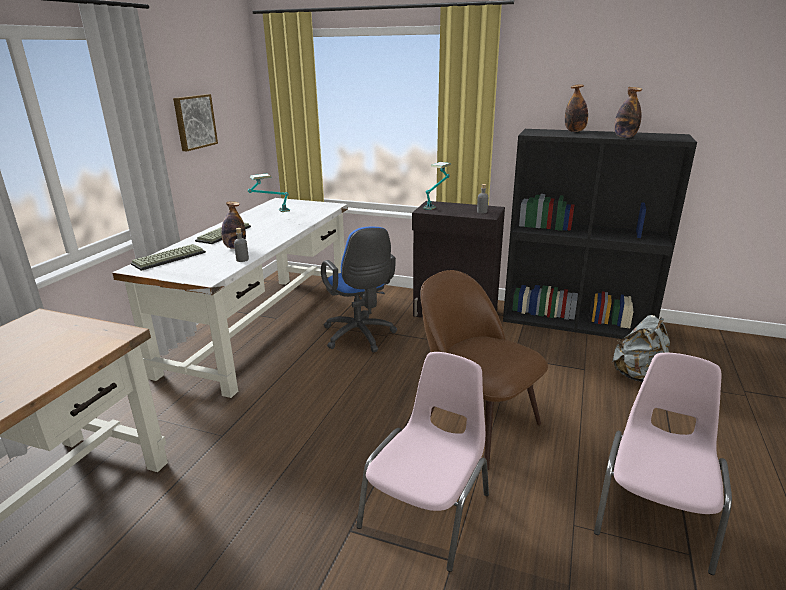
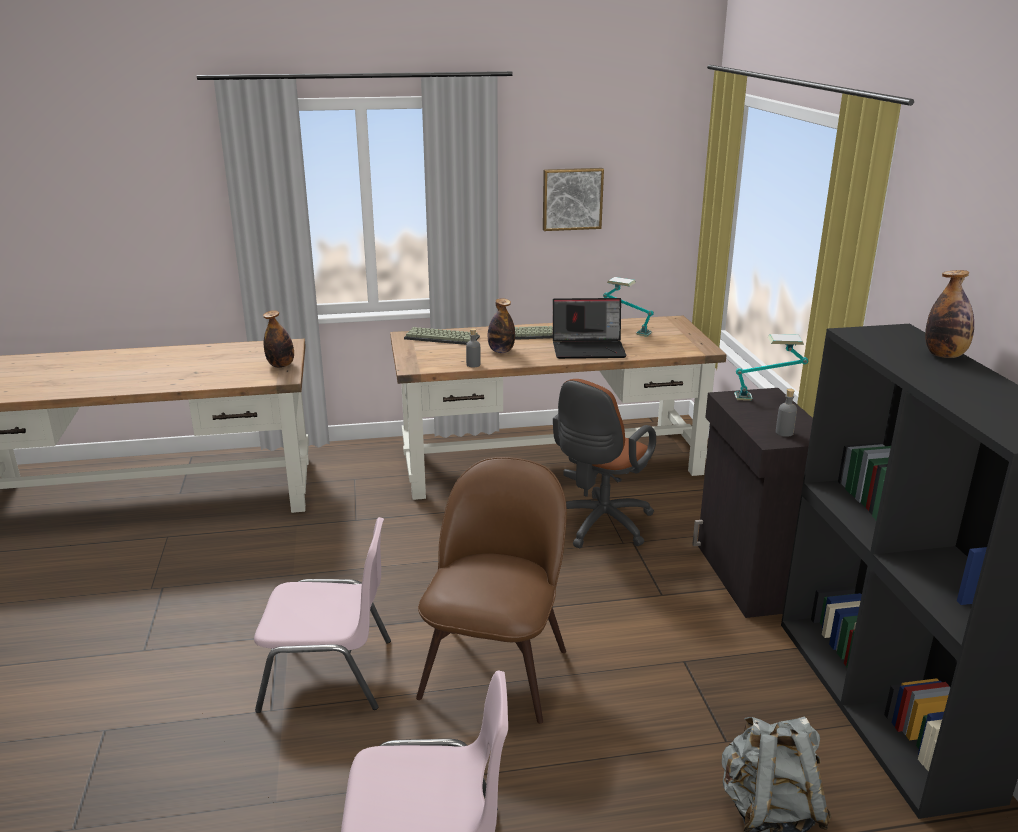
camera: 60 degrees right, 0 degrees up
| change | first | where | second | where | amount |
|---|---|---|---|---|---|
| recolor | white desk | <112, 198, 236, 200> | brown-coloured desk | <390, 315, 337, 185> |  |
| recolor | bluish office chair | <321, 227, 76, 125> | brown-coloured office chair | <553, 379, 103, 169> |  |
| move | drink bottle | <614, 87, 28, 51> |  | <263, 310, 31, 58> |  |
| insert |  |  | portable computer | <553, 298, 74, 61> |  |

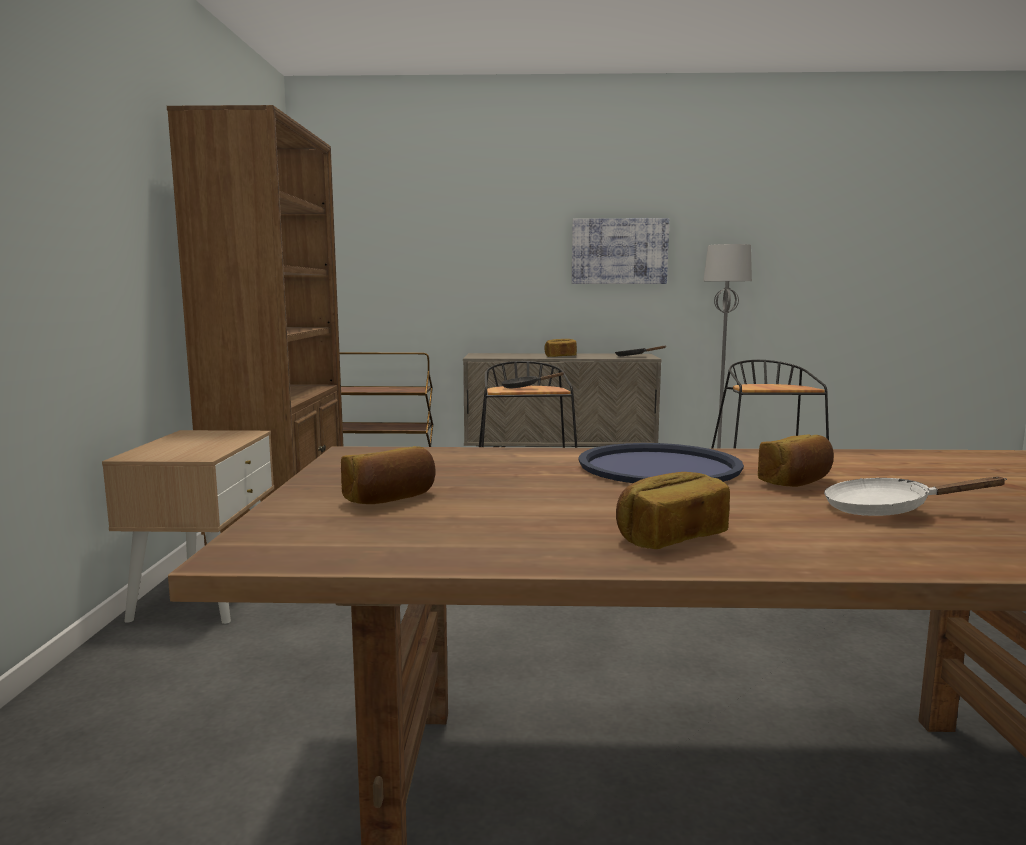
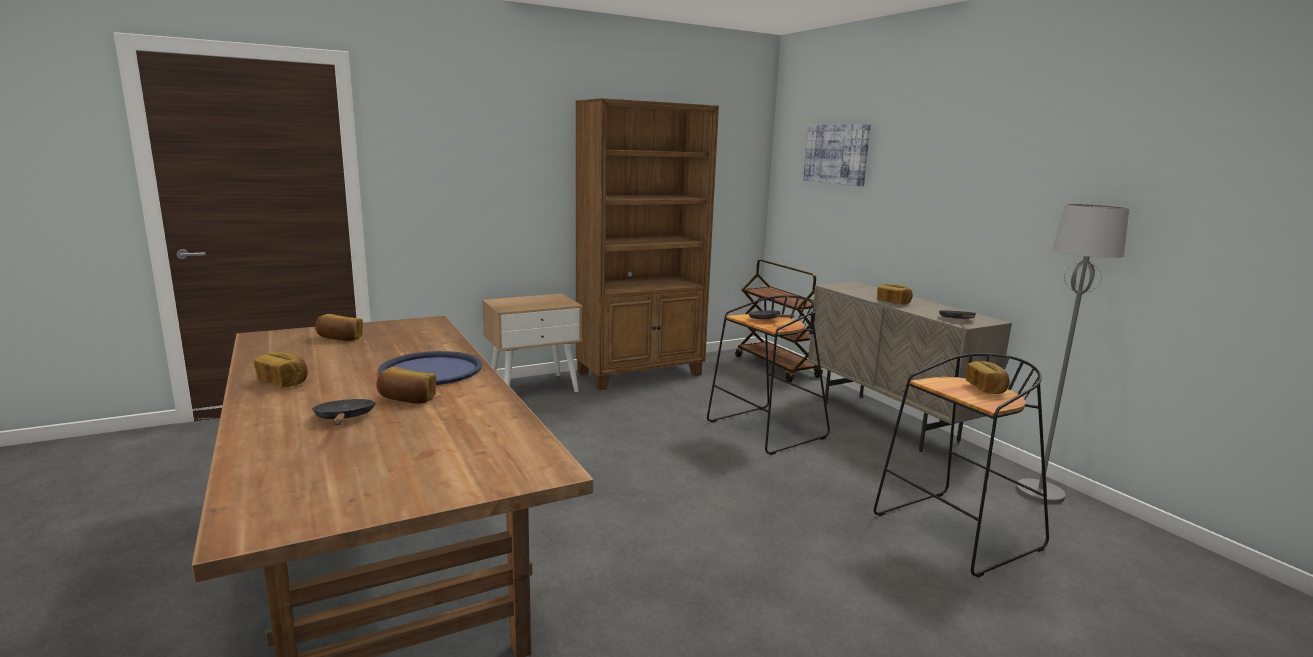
camera: 60 degrees right, 5 degrees up
| change | first | where | second | where | amount |
|---|---|---|---|---|---|
| move | picture | <572, 218, 97, 66> |  | <803, 124, 68, 62> |  |
| recolor | white pan | <824, 477, 183, 39> | black-coloured pan | <312, 399, 64, 26> |  |
| insert |  |  | bread | <966, 361, 44, 33> |  |

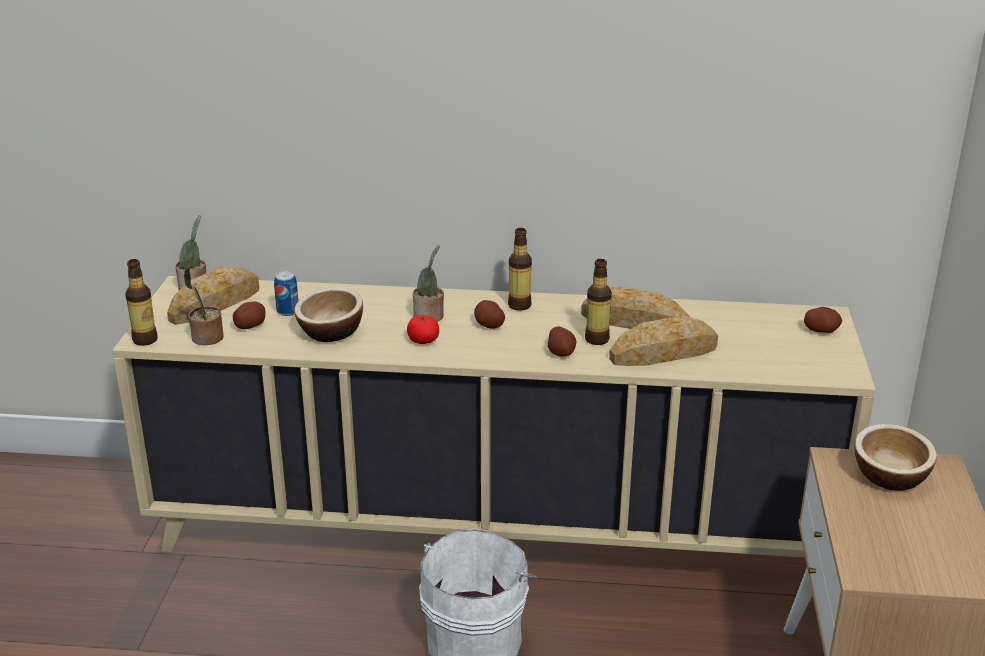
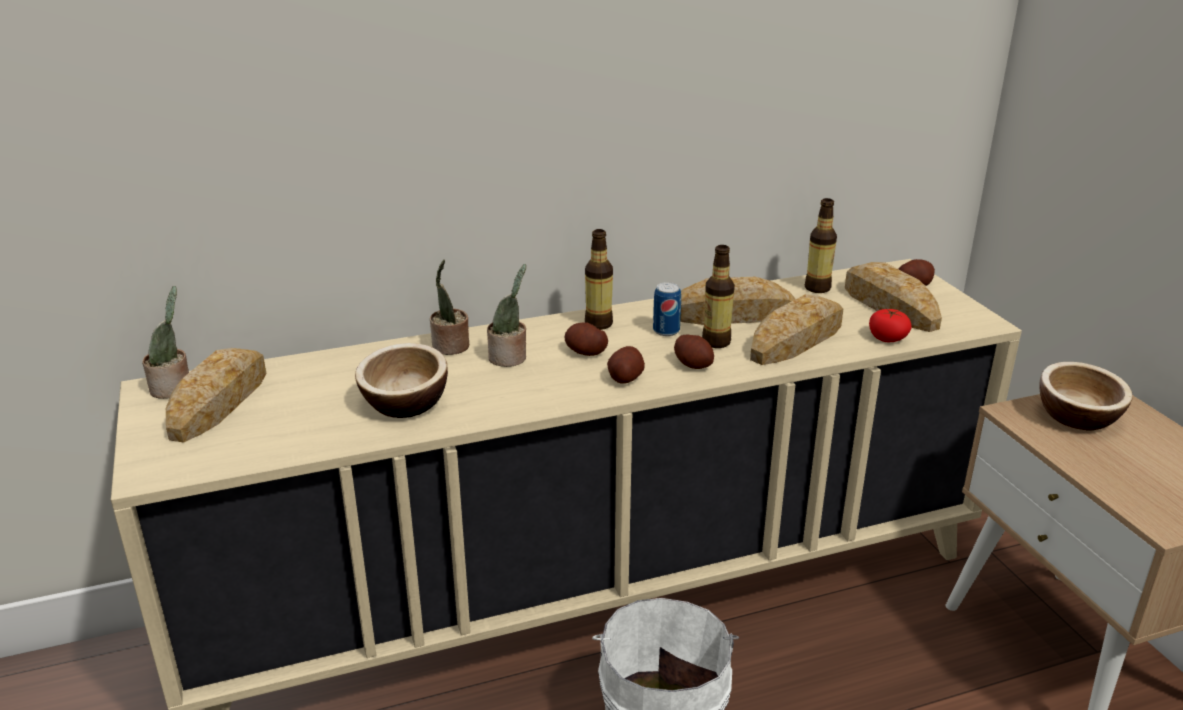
camera: 25 degrees left, 0 degrees up
| change | first | where | second | where | amount |
|---|---|---|---|---|---|
| move | drink bottle | <125, 259, 33, 87> |  | <805, 198, 32, 95> |  |
| move | houseplant | <183, 267, 41, 78> |  | <430, 259, 39, 96> |  |
| move | potato | <233, 302, 33, 27> |  | <607, 346, 38, 38> |  |
| move | sealed can | <274, 271, 25, 45> |  | <653, 282, 28, 54> |  |
| move | fresh tomato | <407, 315, 32, 29> |  | <869, 309, 43, 33> |  |
| insert |  |  | bread | <845, 262, 97, 70> |  |

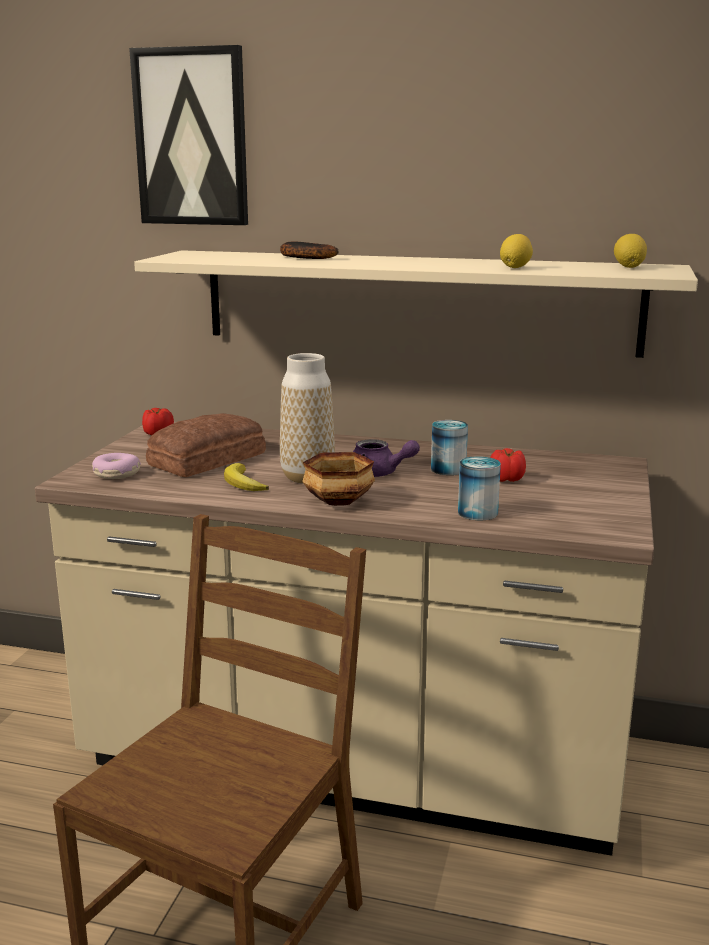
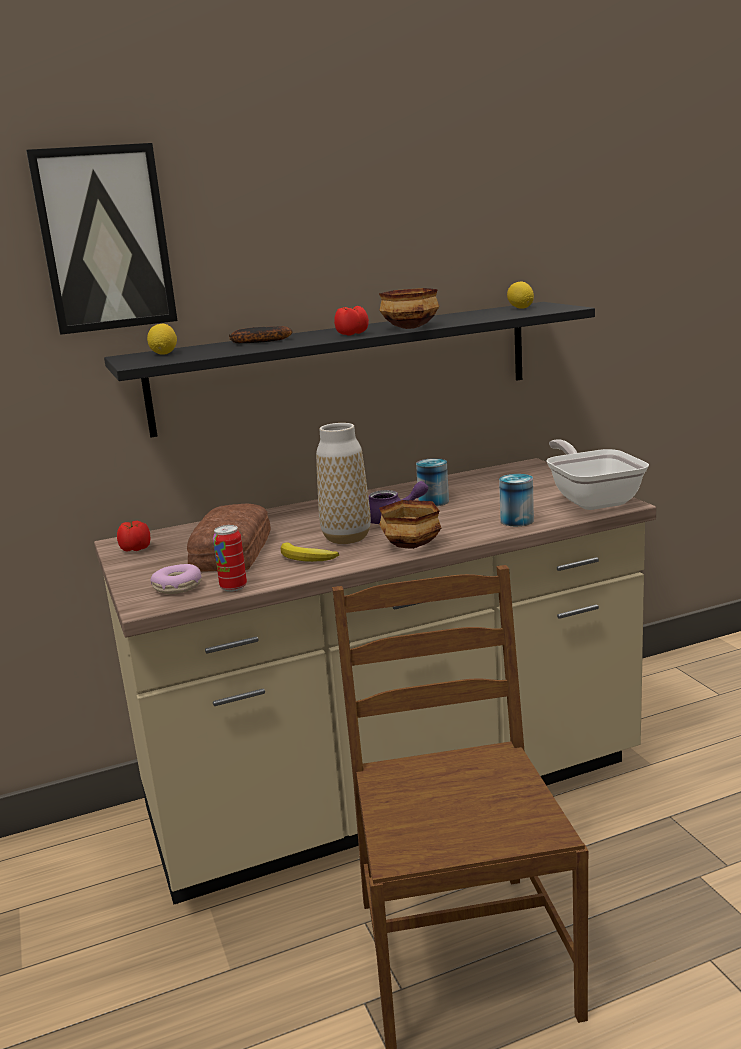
camera: 35 degrees left, 0 degrees up
| change | first | where | second | where | amount |
|---|---|---|---|---|---|
| recolor | sand-coloured wall shelf | <134, 250, 564, 108> | black-coloured wall shelf | <104, 302, 491, 135> |  |
| move | fresh tomato | <490, 448, 36, 34> |  | <334, 306, 35, 30> |  |
| move | lemon | <500, 234, 33, 34> |  | <147, 324, 30, 31> |  |
| insert |  |  | sealed can | <213, 525, 34, 67> |  |
| insert |  |  | bowl | <379, 288, 60, 41> |  |
| insert |  |  | pan | <547, 439, 102, 71> |  |

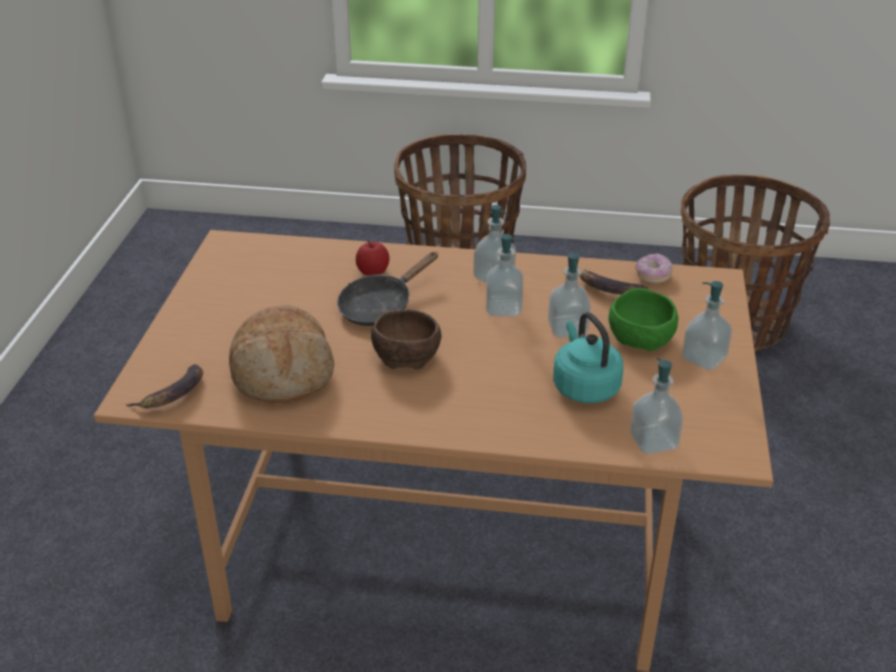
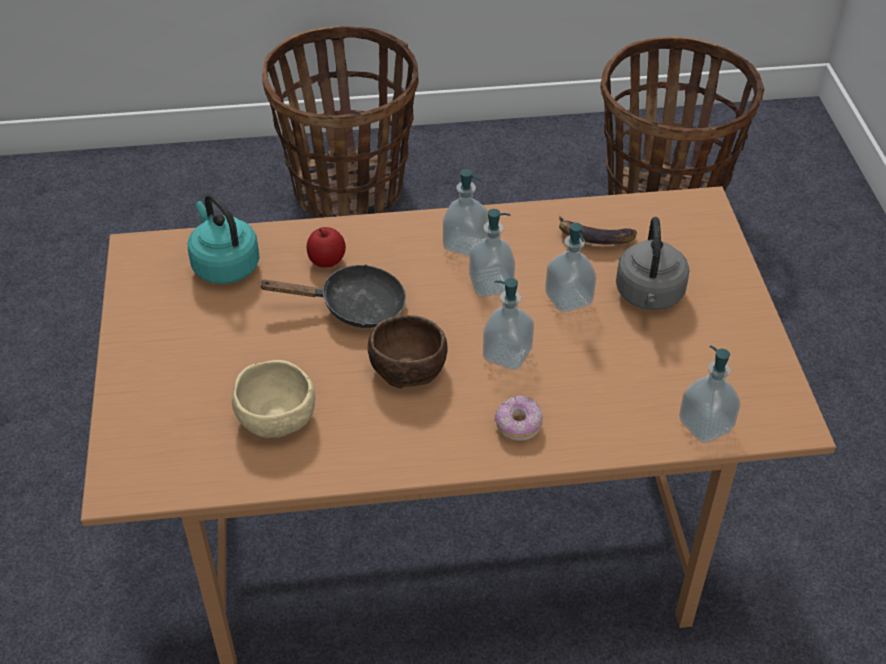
camera: 15 degrees left, 10 degrees up
| change | first | where | second | where | amount |
|---|---|---|---|---|---|
| delete | whole banana | <125, 364, 78, 44> |  |  |  |
| replace | bread | <229, 305, 105, 98> | sand-coloured bowl | <231, 360, 84, 78> |  |
| rotate | black-coloured pan | <337, 252, 101, 74> |  | <258, 264, 148, 64> | 120 degrees counterclockwise |
| move | turquoise tea kettle | <553, 312, 71, 91> |  | <188, 194, 72, 90> |  |
| replace | green-coloured bowl | <608, 288, 70, 63> | greyish tea kettle | <616, 217, 74, 93> |  |
| move | donut | <635, 254, 38, 30> |  | <495, 395, 48, 46> |  |
| move | liquid soap bottle | <682, 281, 50, 89> |  | <483, 278, 51, 92> |  |

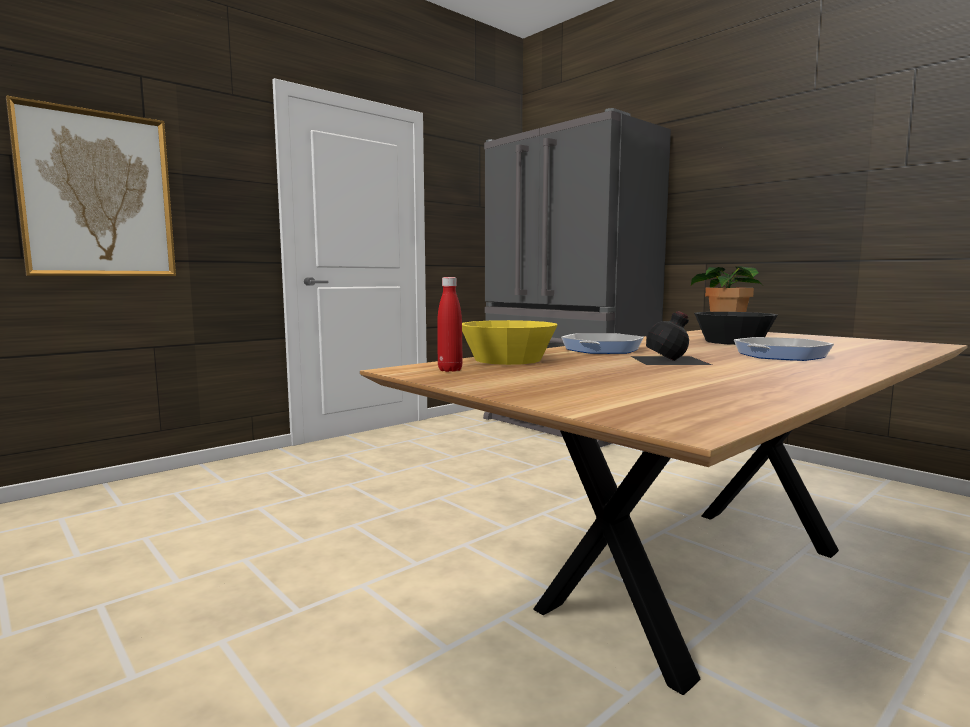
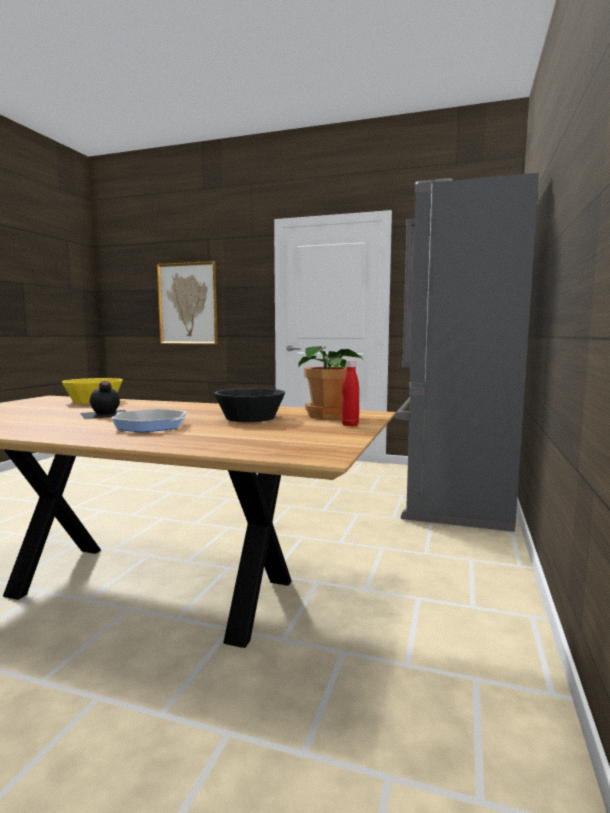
camera: 60 degrees right, 0 degrees up
| change | first | where | second | where | amount |
|---|---|---|---|---|---|
| move | reddish drink bottle | <437, 277, 26, 95> |  | <342, 360, 17, 66> |  |
| delete | pan | <561, 333, 83, 21> |  |  |  |

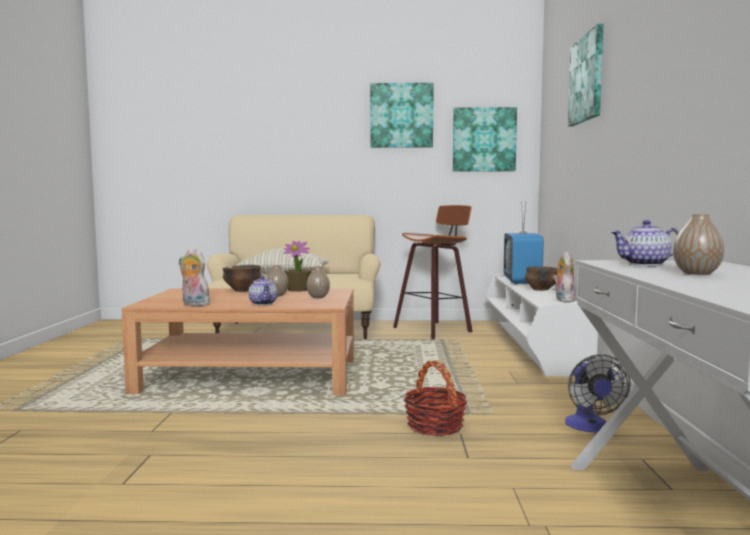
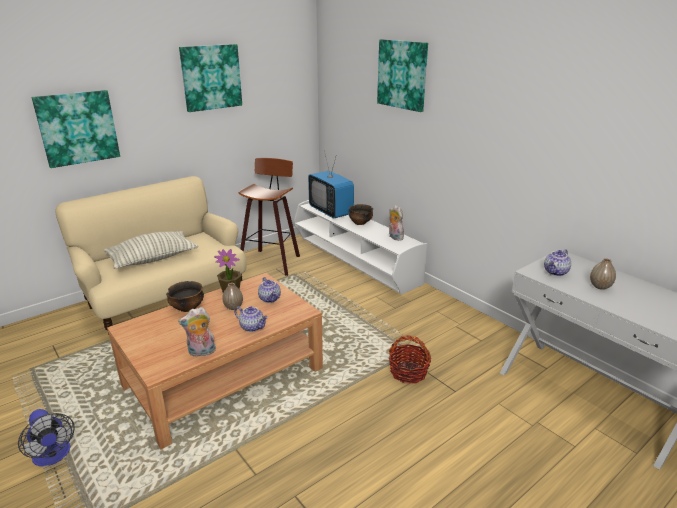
camera: 40 degrees left, 20 degrees up
| change | first | where | second | where | amount |
|---|---|---|---|---|---|
| replace | decorative vase | <307, 266, 23, 32> | pot for tea | <258, 277, 23, 26> |  |
| move | picture | <453, 107, 64, 65> |  | <32, 90, 88, 78> |  |
| move | electric fan | <565, 355, 65, 77> |  | <18, 409, 57, 57> |  |

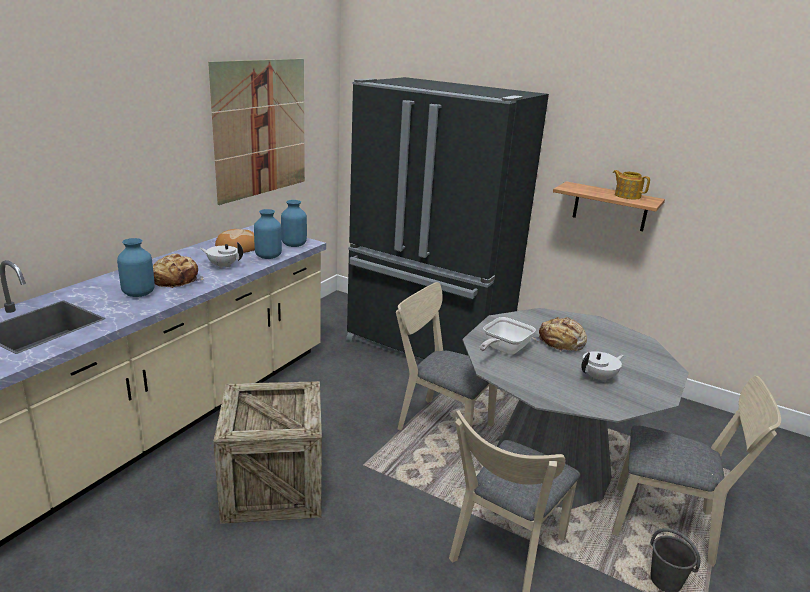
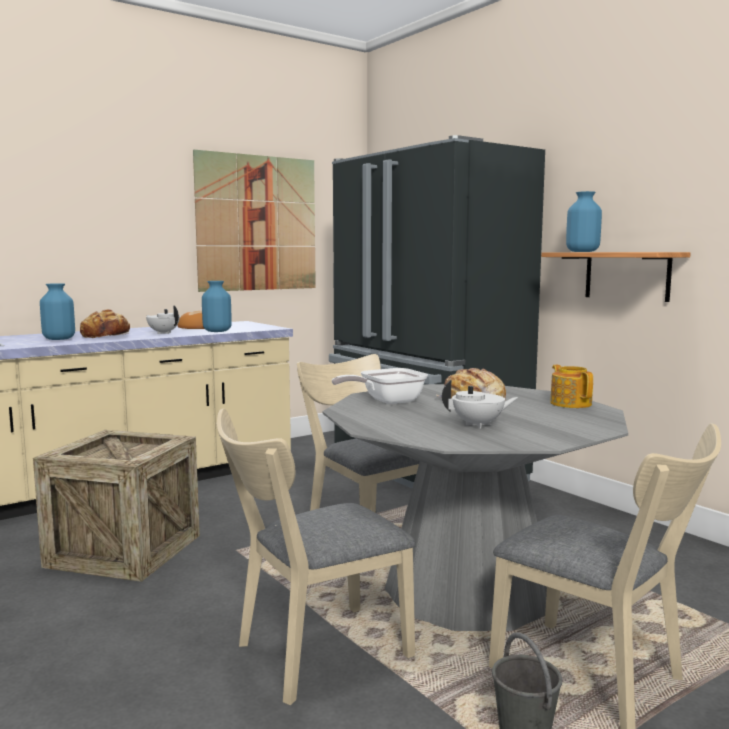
camera: 25 degrees right, 15 degrees down
| change | first | where | second | where | amount |
|---|---|---|---|---|---|
| move | bluish decorative vase | <281, 200, 26, 47> |  | <566, 191, 36, 61> |  |
| move | pot for tea | <613, 170, 37, 29> |  | <550, 365, 43, 43> |  |

